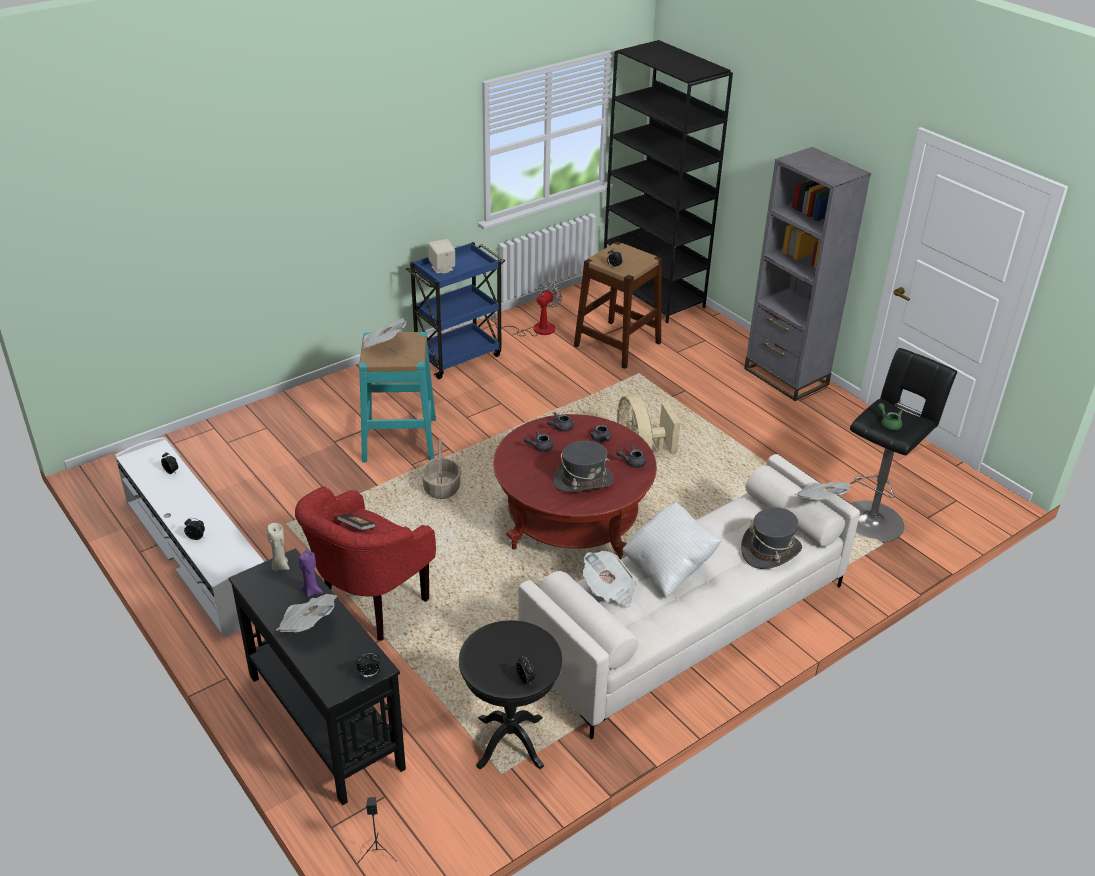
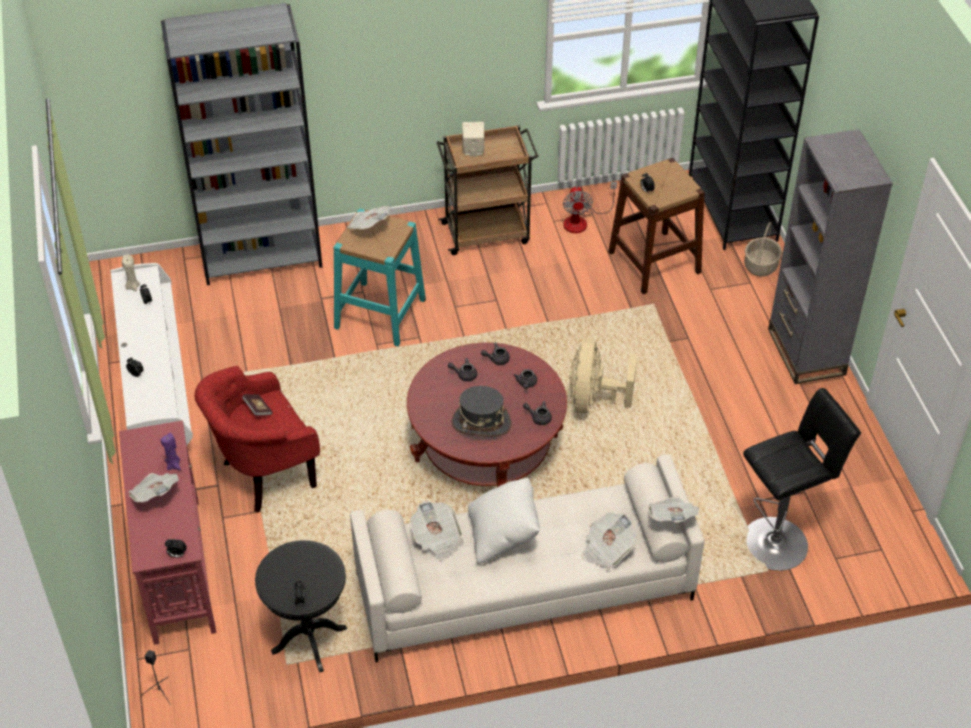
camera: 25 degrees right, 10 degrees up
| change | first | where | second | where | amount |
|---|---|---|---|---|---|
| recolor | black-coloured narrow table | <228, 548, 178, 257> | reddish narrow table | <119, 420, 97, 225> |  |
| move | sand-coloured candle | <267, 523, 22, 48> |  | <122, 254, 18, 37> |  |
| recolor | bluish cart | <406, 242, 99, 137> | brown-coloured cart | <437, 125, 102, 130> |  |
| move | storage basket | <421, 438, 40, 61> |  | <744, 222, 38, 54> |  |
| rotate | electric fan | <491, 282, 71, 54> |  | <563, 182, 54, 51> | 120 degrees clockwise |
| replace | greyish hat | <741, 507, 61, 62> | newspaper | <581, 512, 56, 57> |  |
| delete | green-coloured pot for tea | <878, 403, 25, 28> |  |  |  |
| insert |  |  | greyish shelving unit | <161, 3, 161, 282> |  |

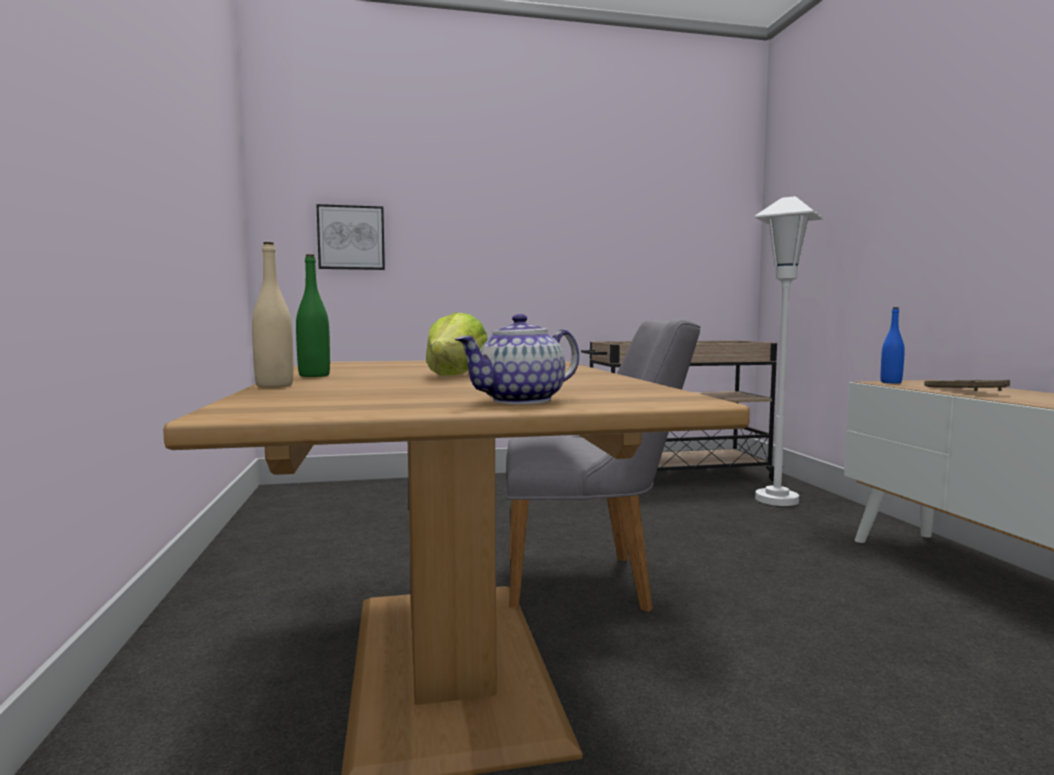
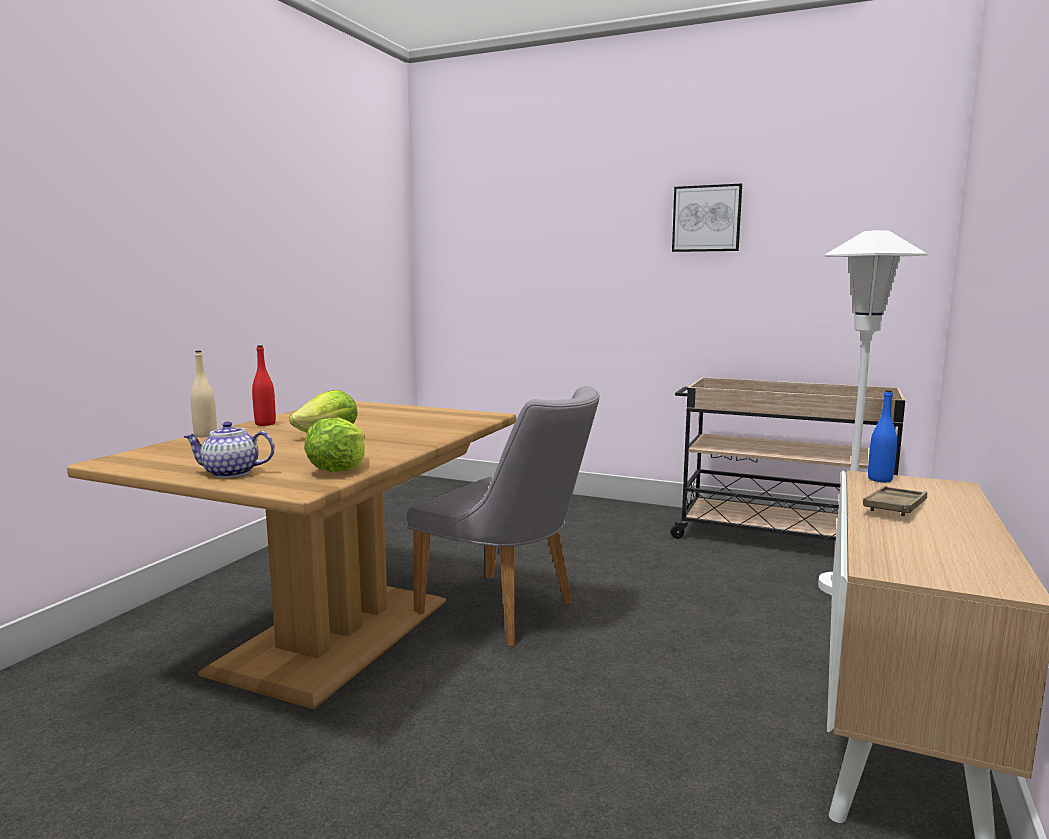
camera: 35 degrees right, 5 degrees up
| change | first | where | second | where | amount |
|---|---|---|---|---|---|
| recolor | green-coloured drink bottle | <296, 254, 34, 123> | reddish drink bottle | <252, 345, 24, 81> |  |
| move | picture | <316, 204, 69, 66> |  | <672, 183, 70, 69> |  |
| insert |  |  | lettuce head | <304, 417, 61, 55> |  |

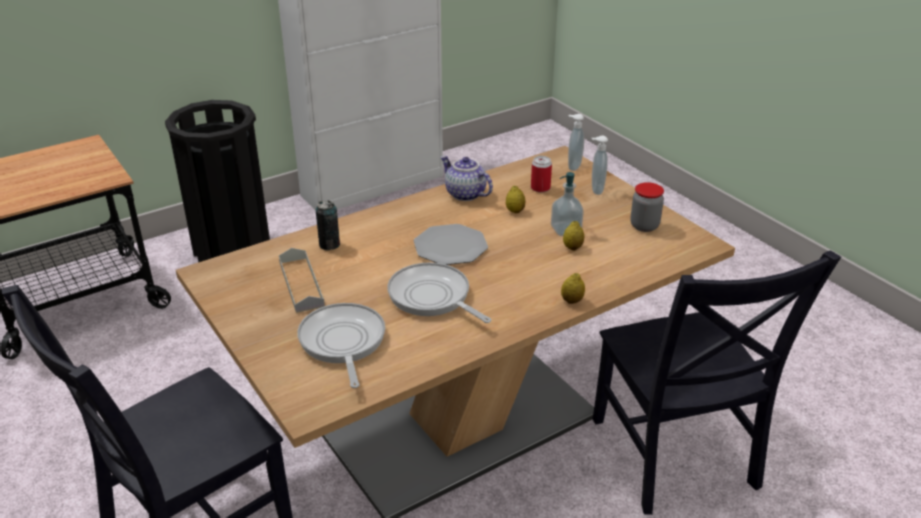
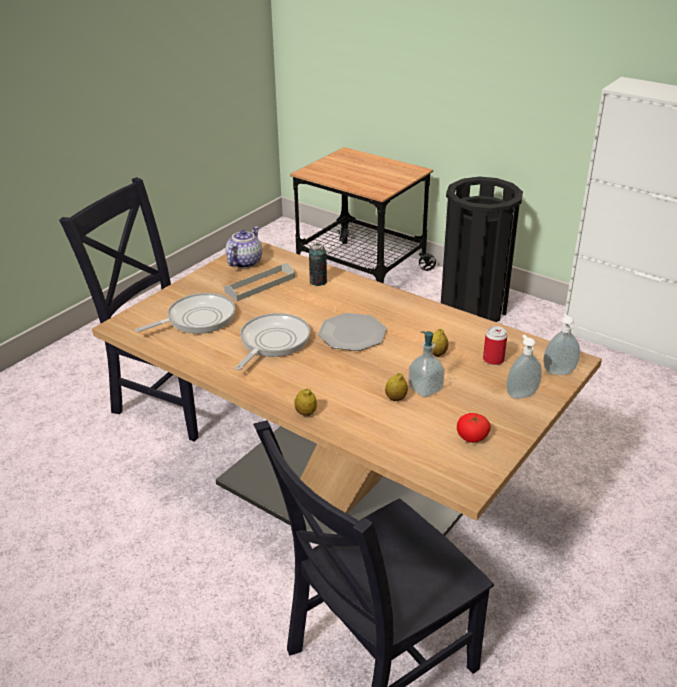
camera: 70 degrees right, 0 degrees up
| change | first | where | second | where | amount |
|---|---|---|---|---|---|
| move | pot for tea | <441, 156, 52, 45> |  | <226, 226, 36, 42> |  |
| replace | storage jar | <630, 182, 34, 50> | fresh tomato | <457, 413, 34, 30> |  |

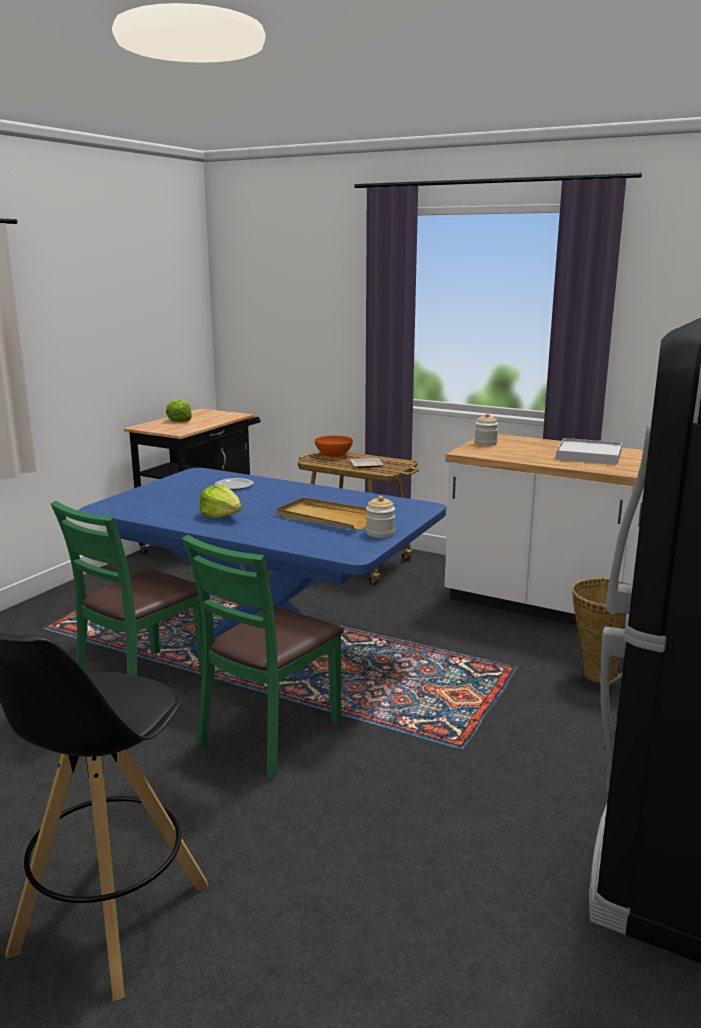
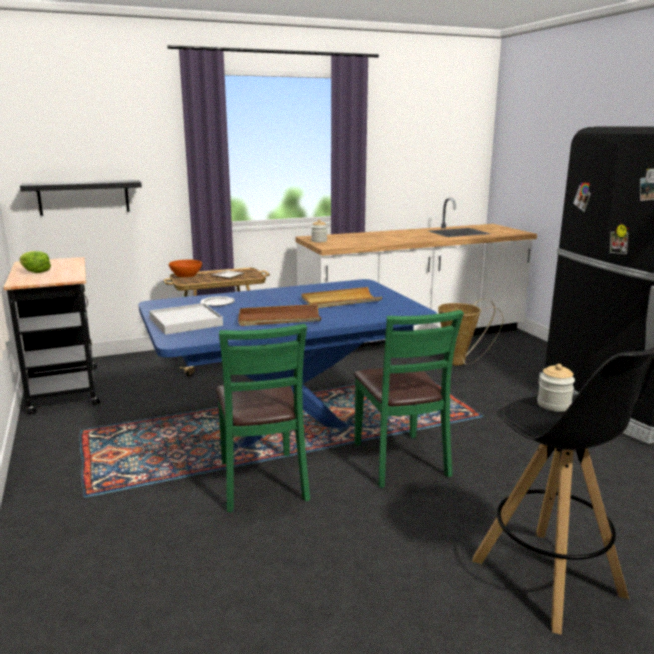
camera: 50 degrees left, 0 degrees up
| change | first | where | second | where | amount |
|---|---|---|---|---|---|
| replace | lettuce head | <200, 485, 42, 33> | brown-coloured serving tray | <238, 304, 83, 22> |  |
| move | storage jar | <366, 496, 29, 42> |  | <537, 364, 38, 48> |  |
| move | white serving tray | <556, 438, 66, 27> |  | <149, 303, 74, 32> |  |
| insert |  |  | black-coloured wall shelf | <20, 180, 122, 36> |  |

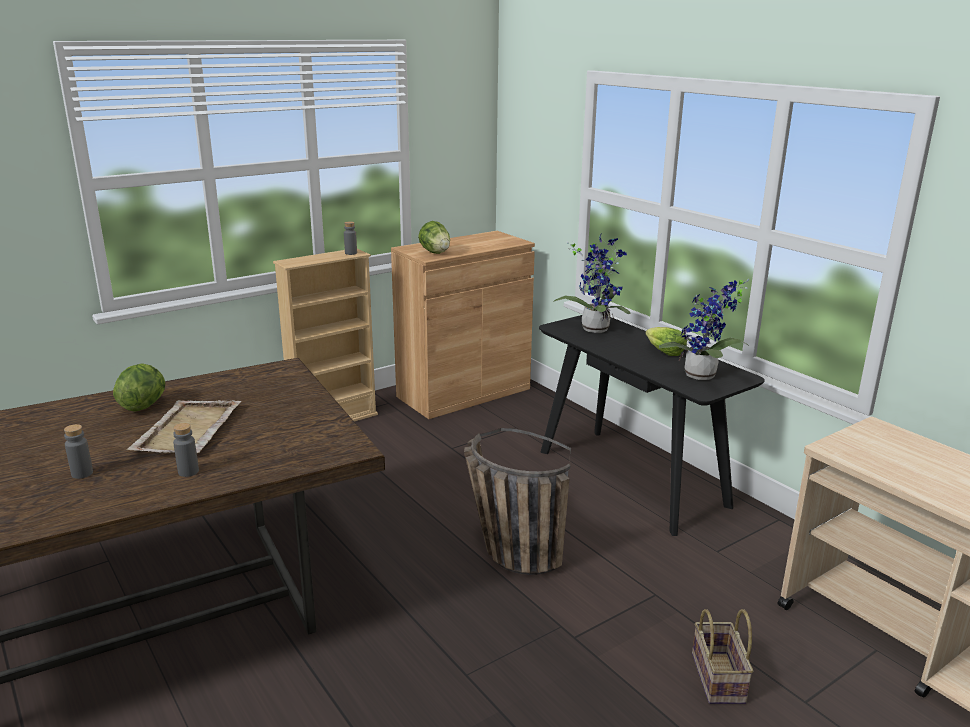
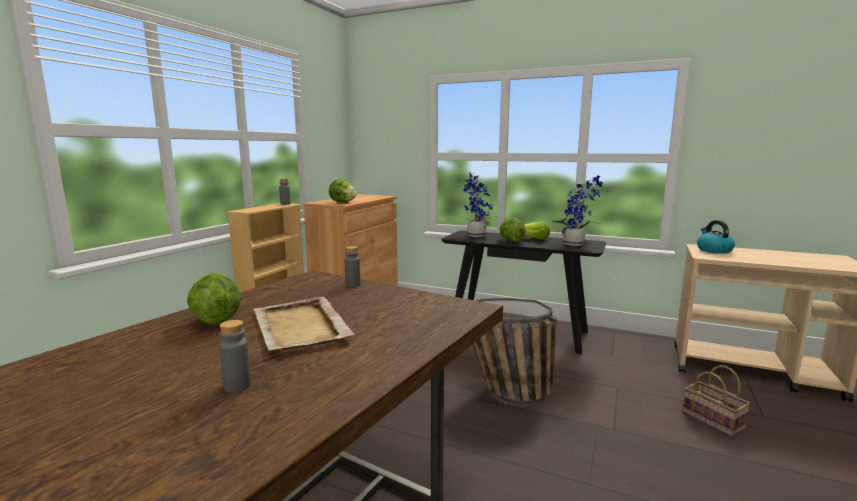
camera: 30 degrees left, 10 degrees down
| change | first | where | second | where | amount |
|---|---|---|---|---|---|
| move | greyish drink bottle | <173, 423, 26, 54> |  | <345, 246, 15, 41> |  |
| insert |  |  | lettuce head | <500, 217, 26, 25> |  |
| insert |  |  | tea kettle | <697, 220, 38, 34> |  |

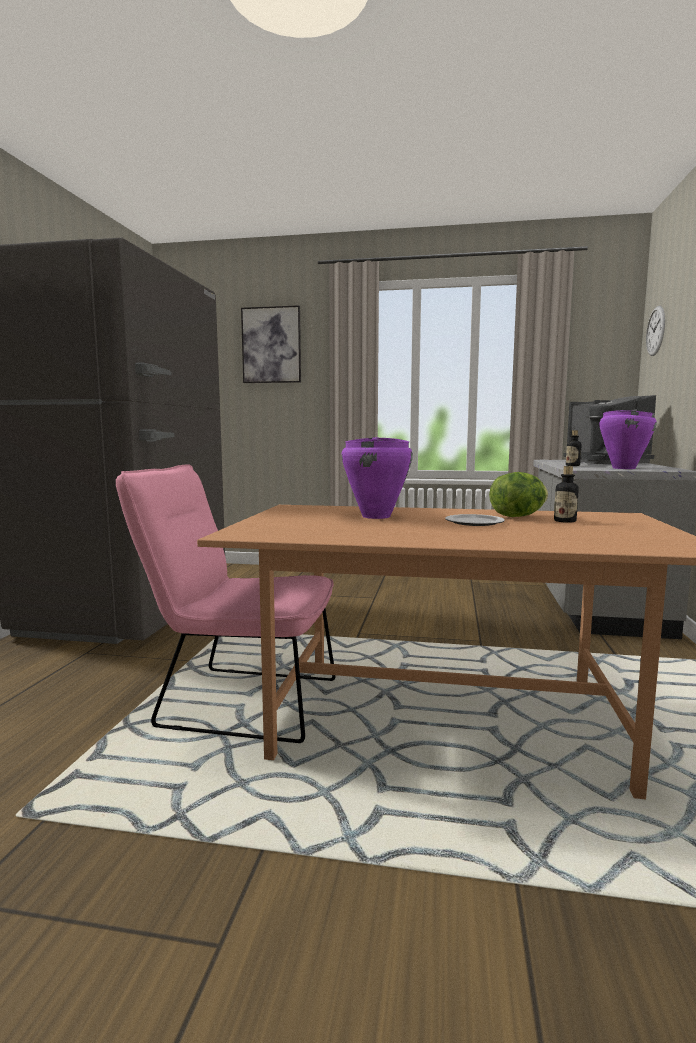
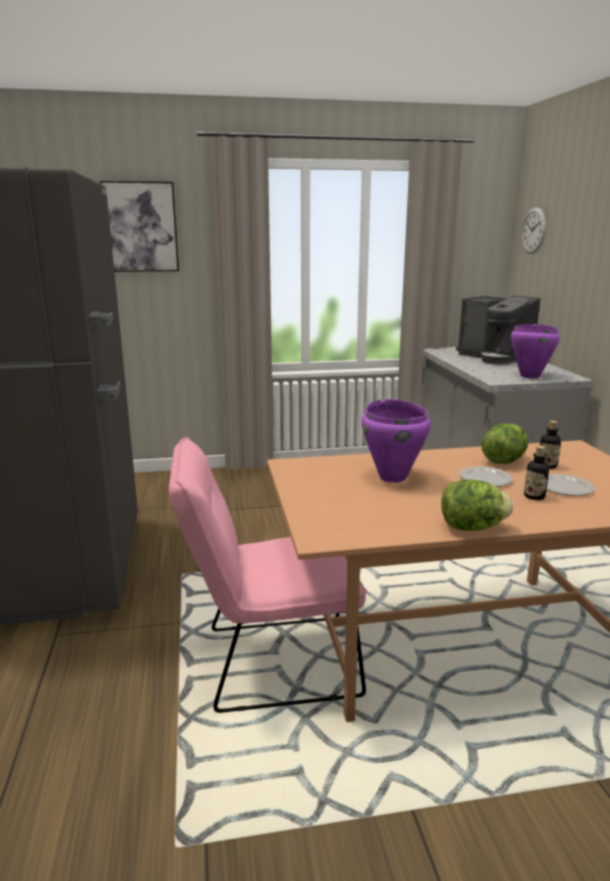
camera: 20 degrees left, 10 degrees up
| change | first | where | second | where | amount |
|---|---|---|---|---|---|
| move | drink bottle | <566, 430, 15, 36> |  | <524, 446, 25, 54> |  |
| insert |  |  | lettuce head | <441, 479, 72, 52> |  |
| insert |  |  | plate | <546, 474, 49, 22> |  |

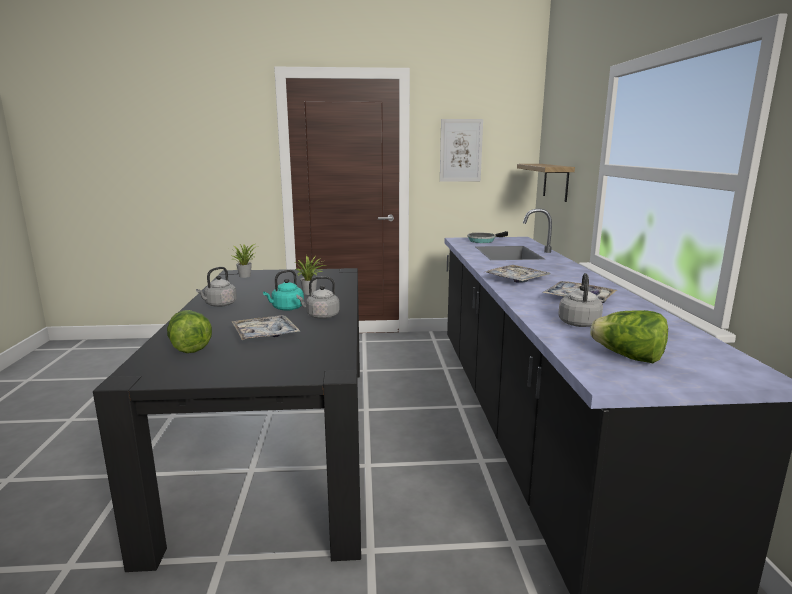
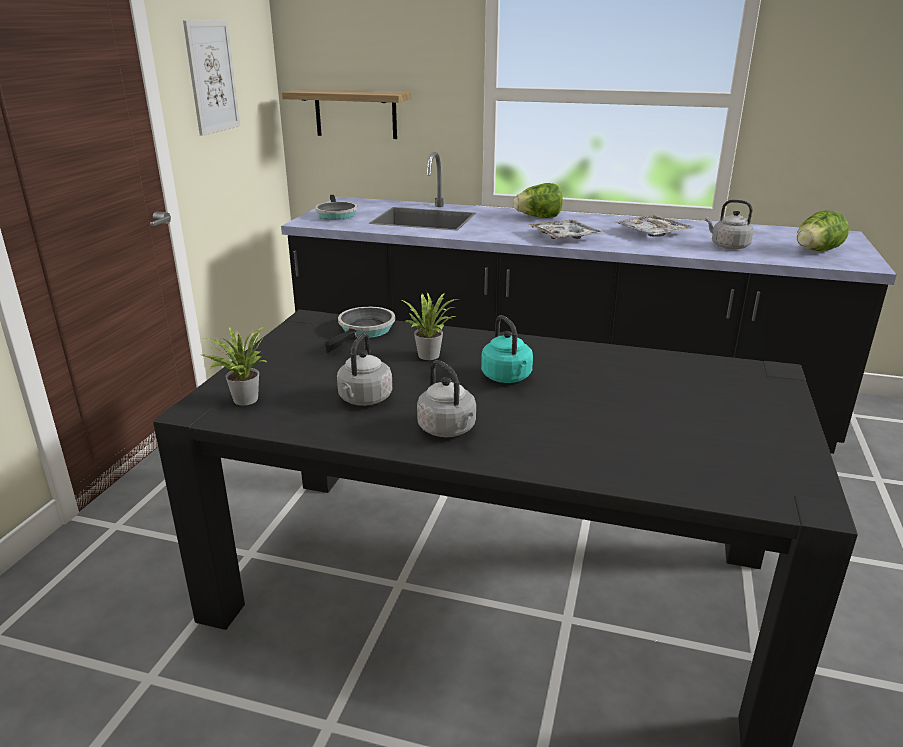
camera: 70 degrees left, 10 degrees up
| change | first | where | second | where | amount |
|---|---|---|---|---|---|
| move | lettuce head | <167, 310, 45, 43> |  | <514, 183, 49, 35> |  |
| delete | serving tray | <231, 315, 69, 25> |  |  |  |
| move | greyish tea kettle | <296, 276, 44, 43> |  | <337, 333, 56, 73> |  |
| insert |  |  | pan | <325, 307, 70, 46> |  |

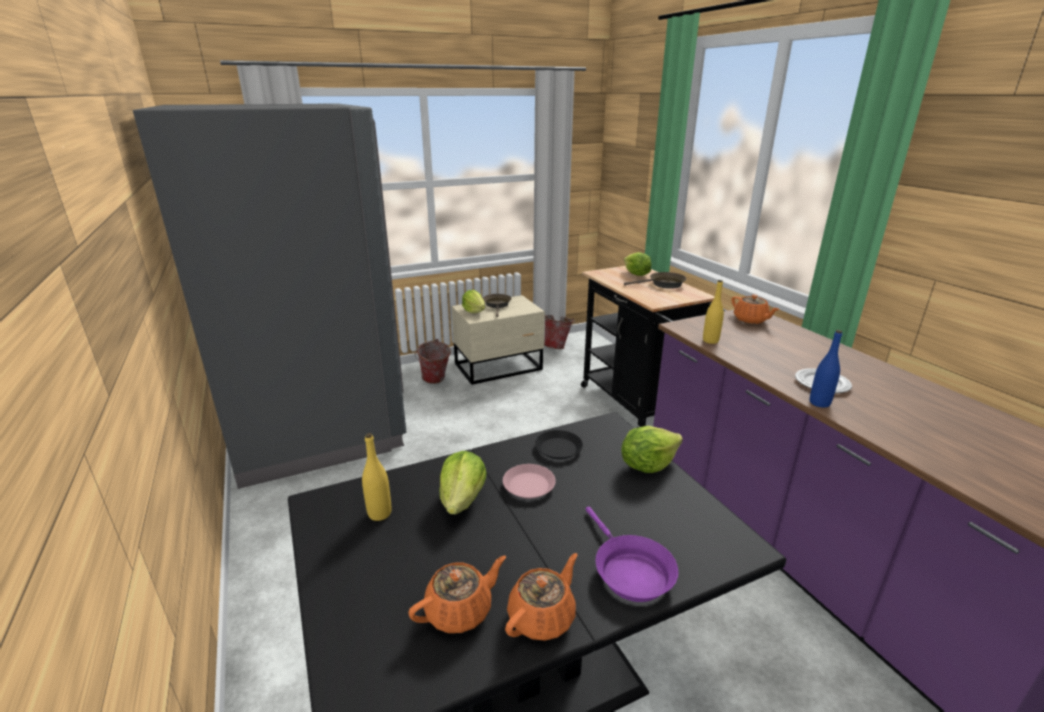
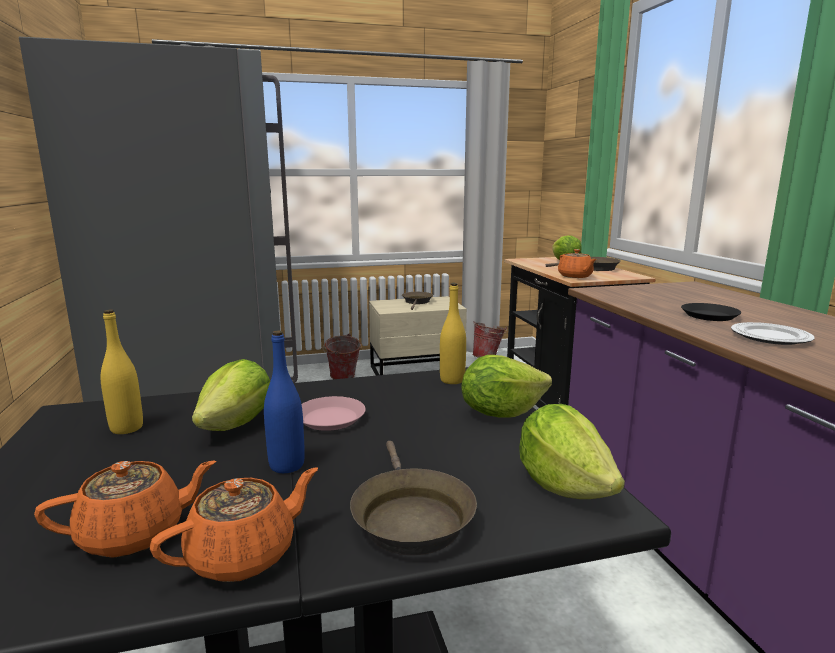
camera: 10 degrees right, 10 degrees down
| change | first | where | second | where | amount |
|---|---|---|---|---|---|
| move | lettuce head | <462, 290, 23, 23> |  | <519, 404, 106, 95> |  |
| move | black-coloured plate | <535, 430, 48, 29> |  | <681, 303, 60, 18> |  |
| recolor | purple pan | <586, 507, 92, 95> | brown-coloured pan | <350, 441, 127, 114> |  |
| move | yellow-coloured drink bottle | <703, 280, 21, 64> |  | <440, 283, 26, 101> |  |
| move | orangey pot for tea | <732, 294, 47, 30> |  | <558, 249, 38, 29> |  |
| move | bluish drink bottle | <810, 330, 32, 78> |  | <264, 330, 41, 143> |  |

